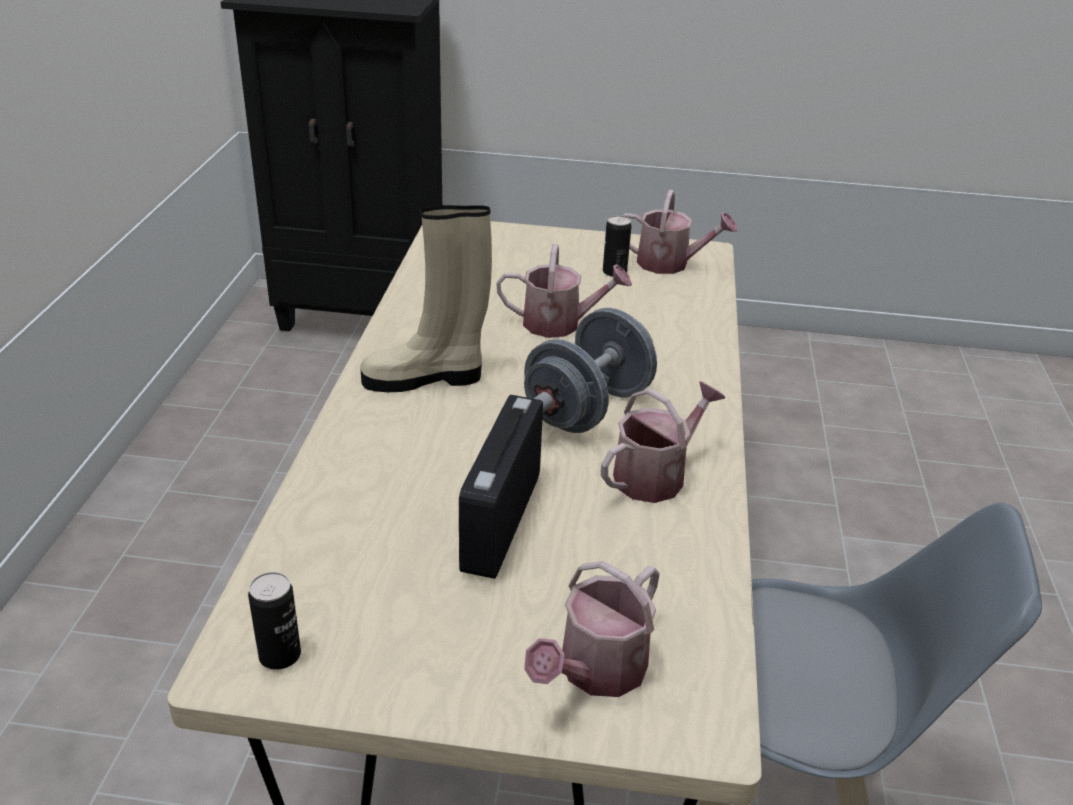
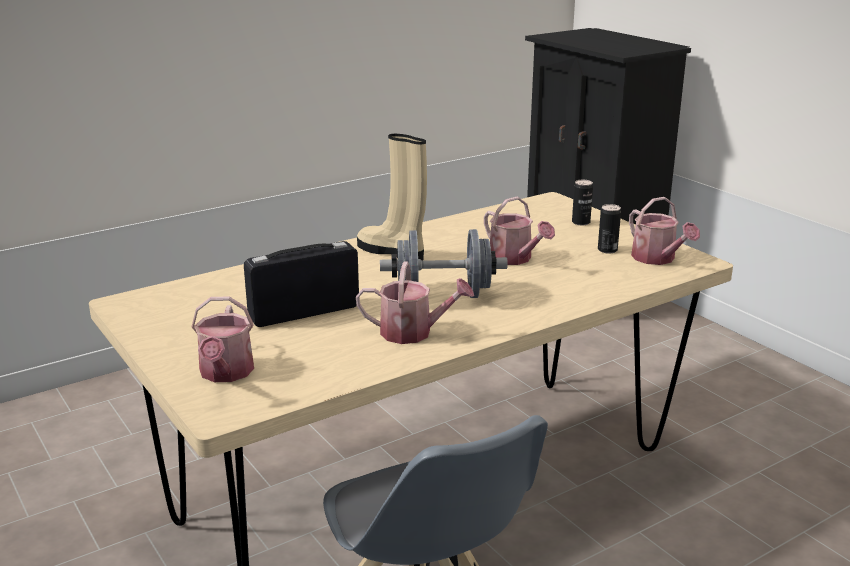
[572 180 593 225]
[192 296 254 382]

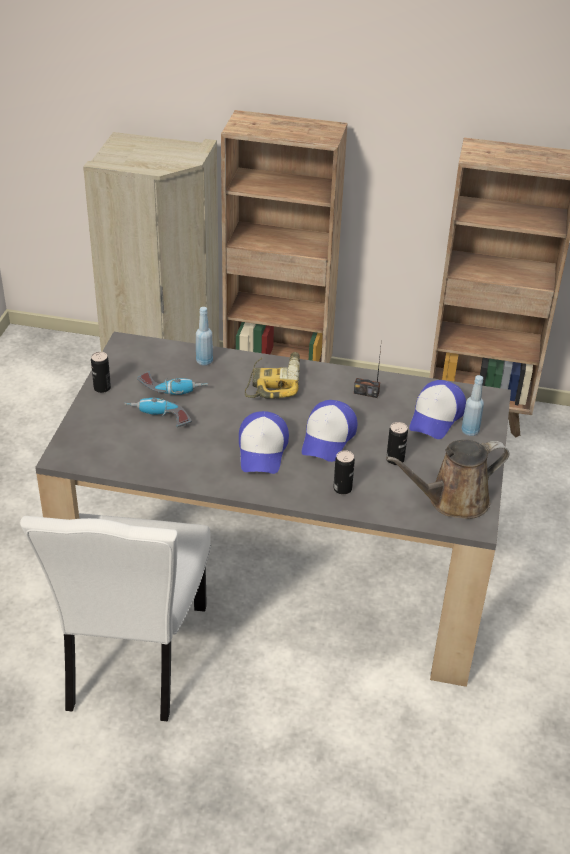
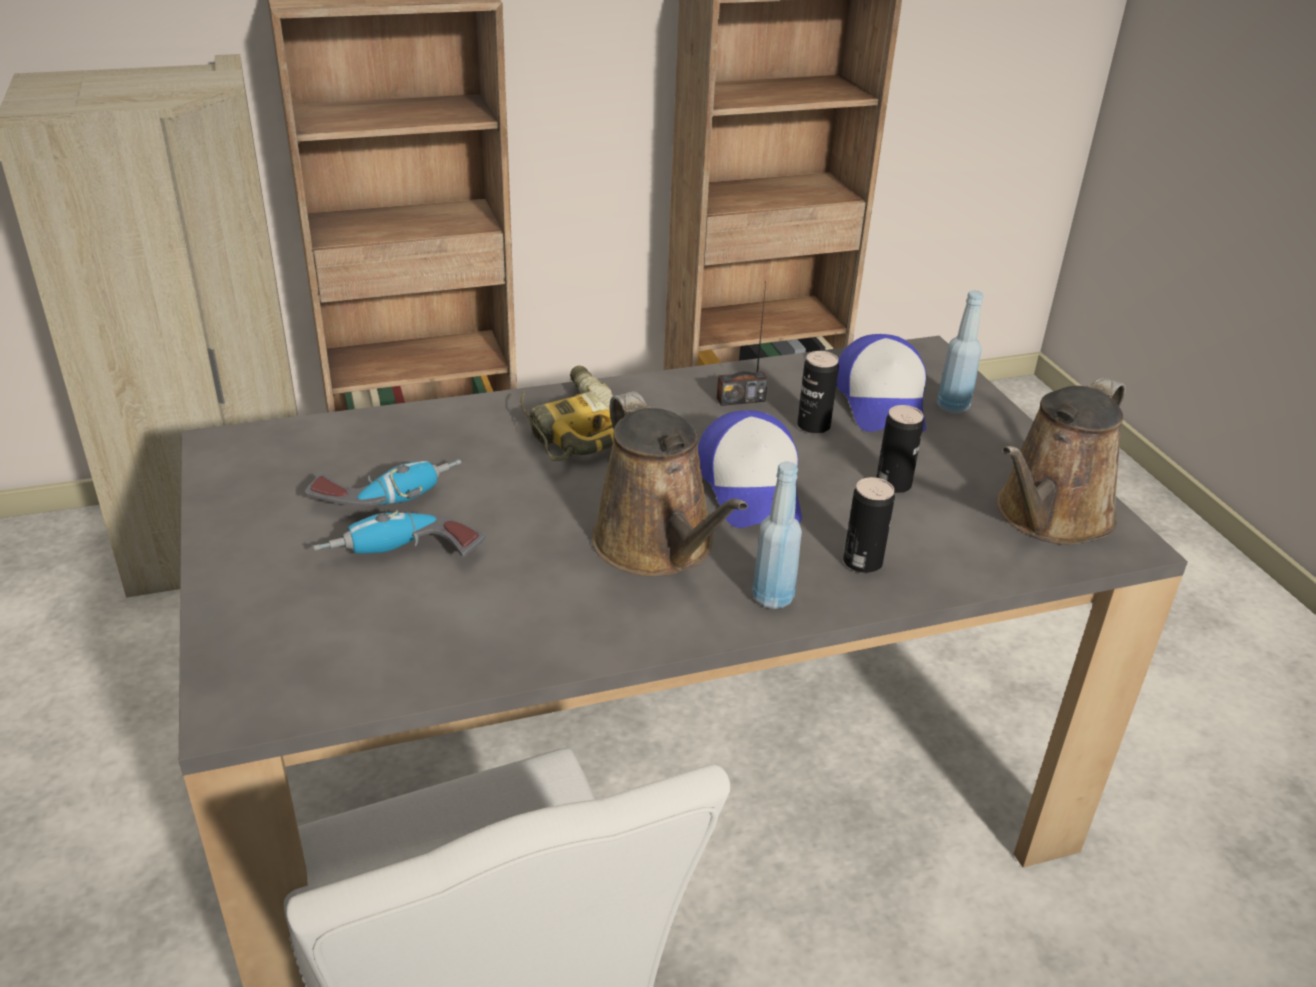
[797 351 839 434]
[752 462 802 609]
[592 391 748 576]

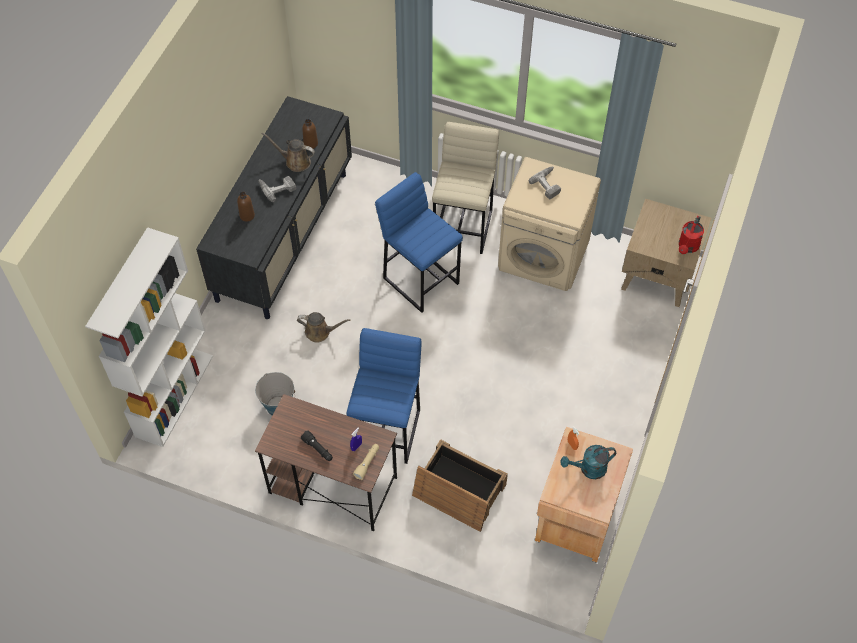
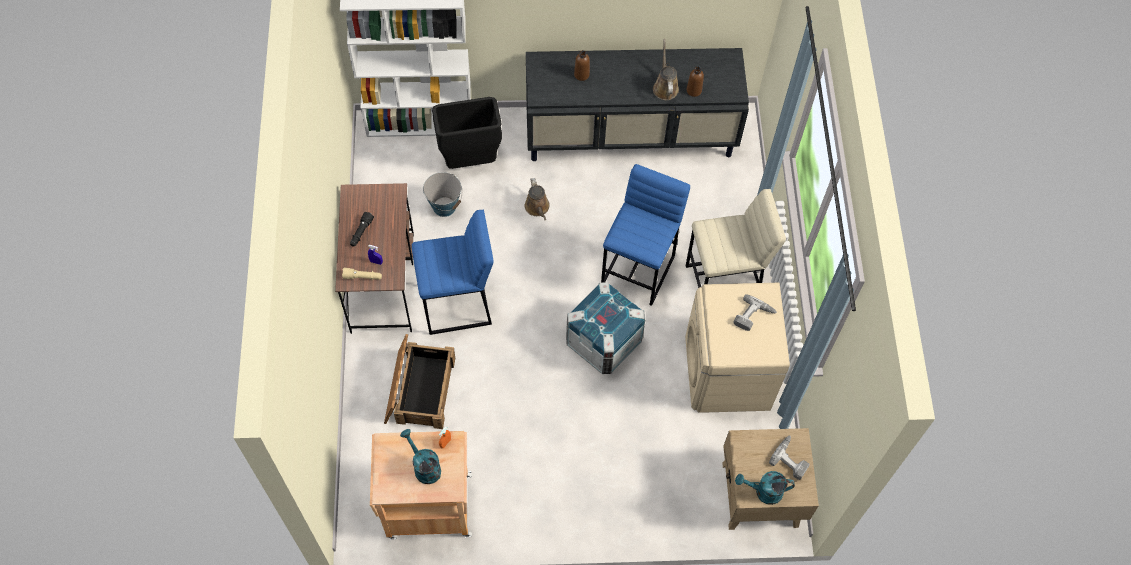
[432 97 502 169]
[566 282 645 374]
[769 436 810 480]
[735 471 795 505]

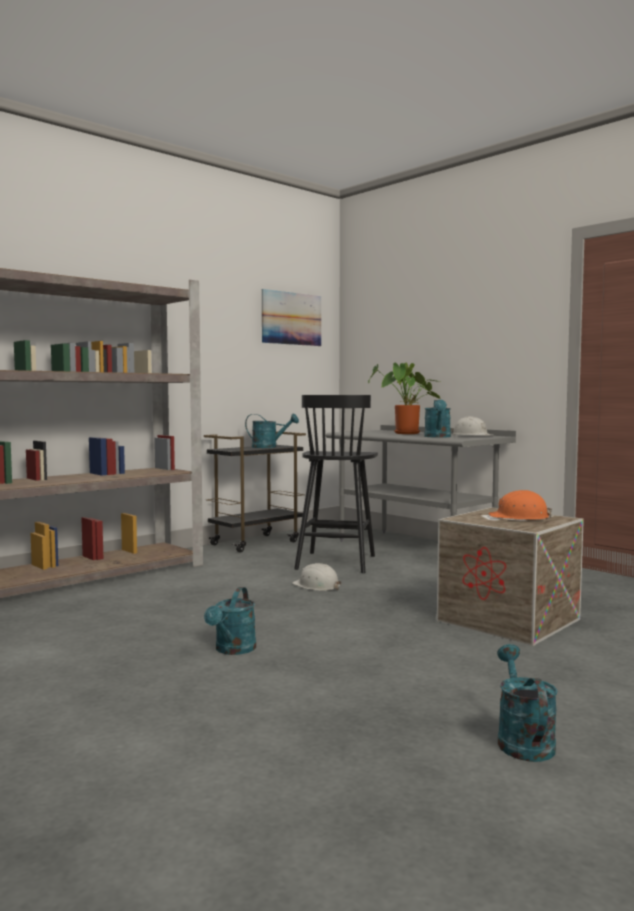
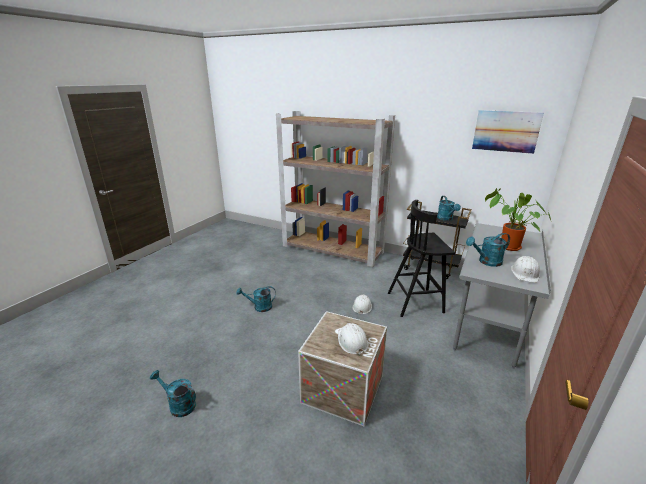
[338 323 369 356]
[150 370 196 417]

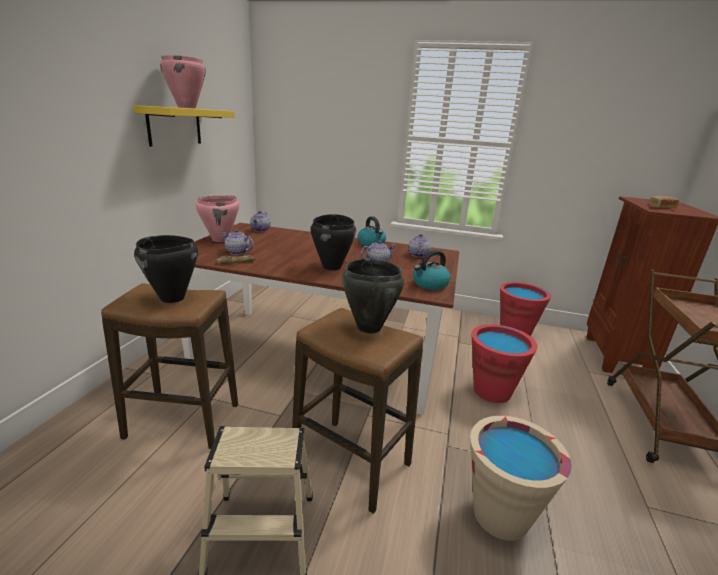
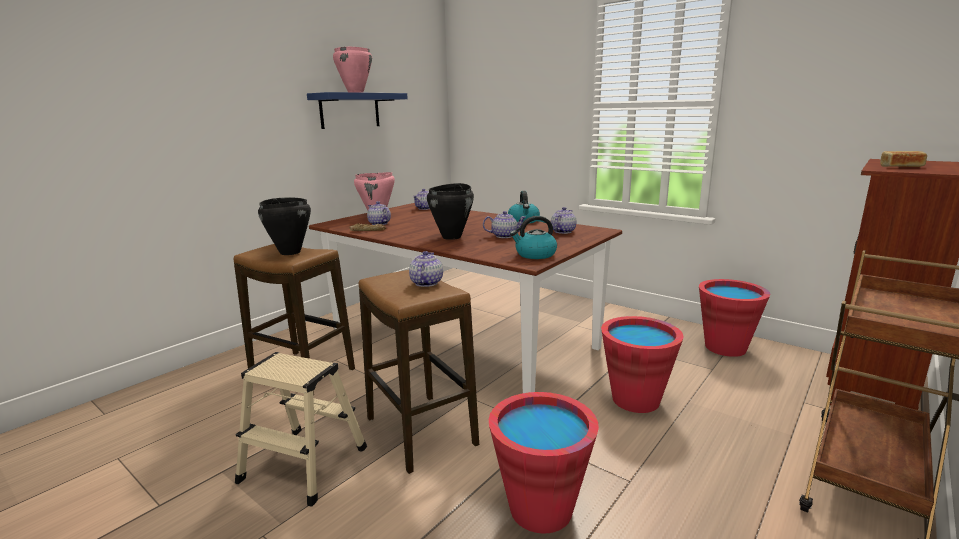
[409 251 443 287]
[307 92 408 129]
[489 392 599 534]

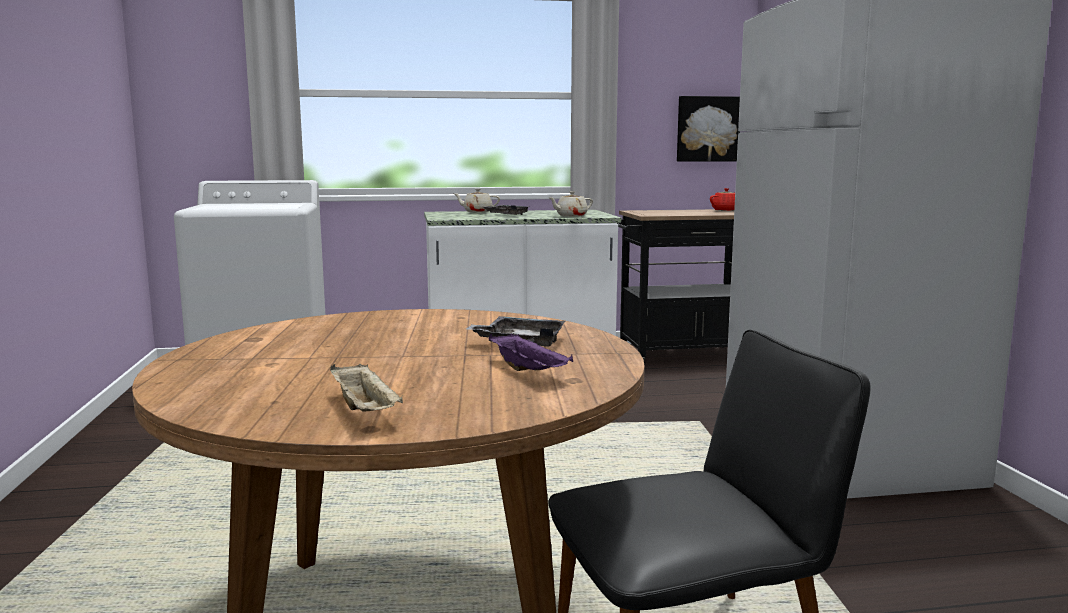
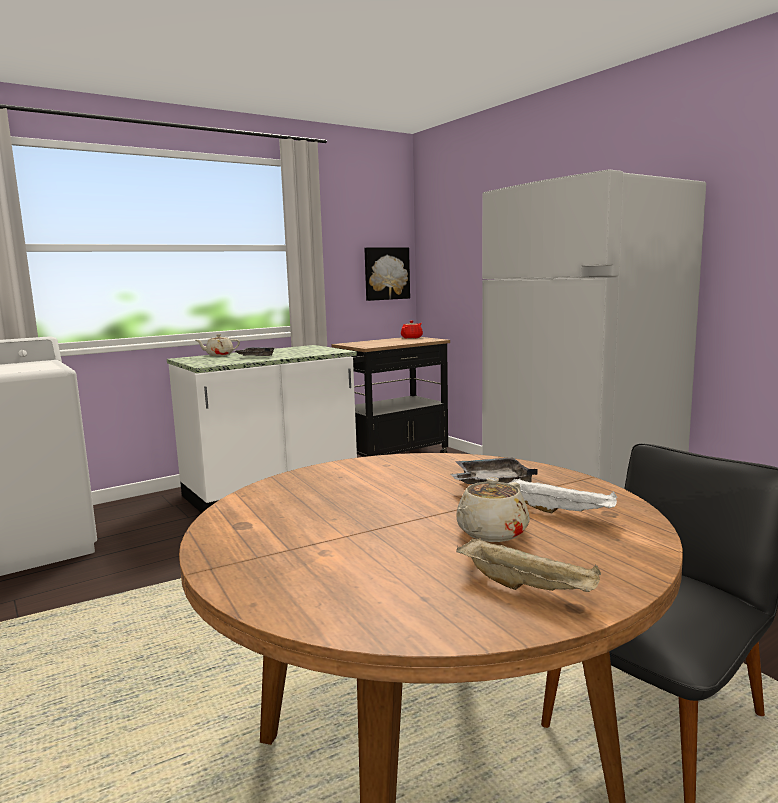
[456 477 530 542]
[508 478 617 513]

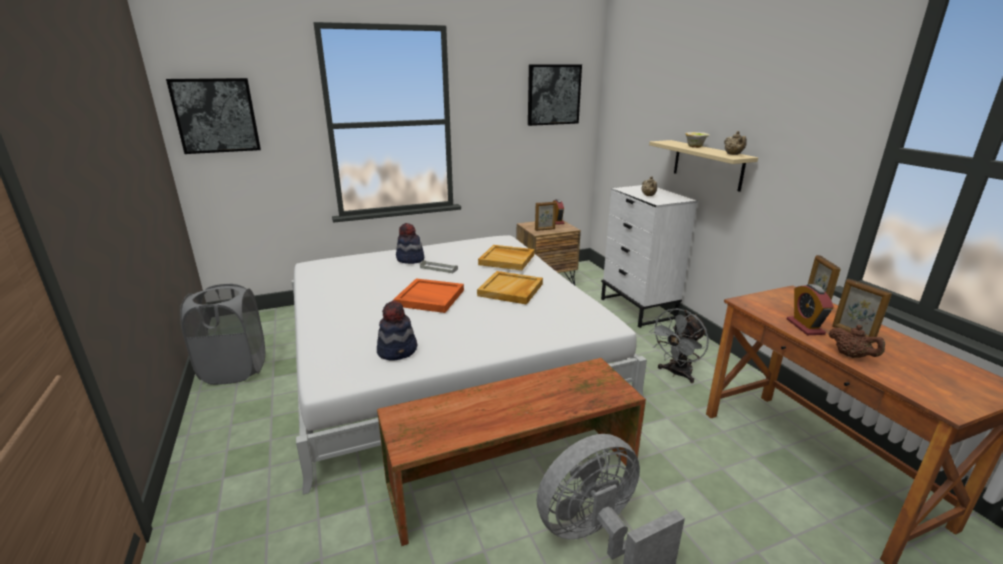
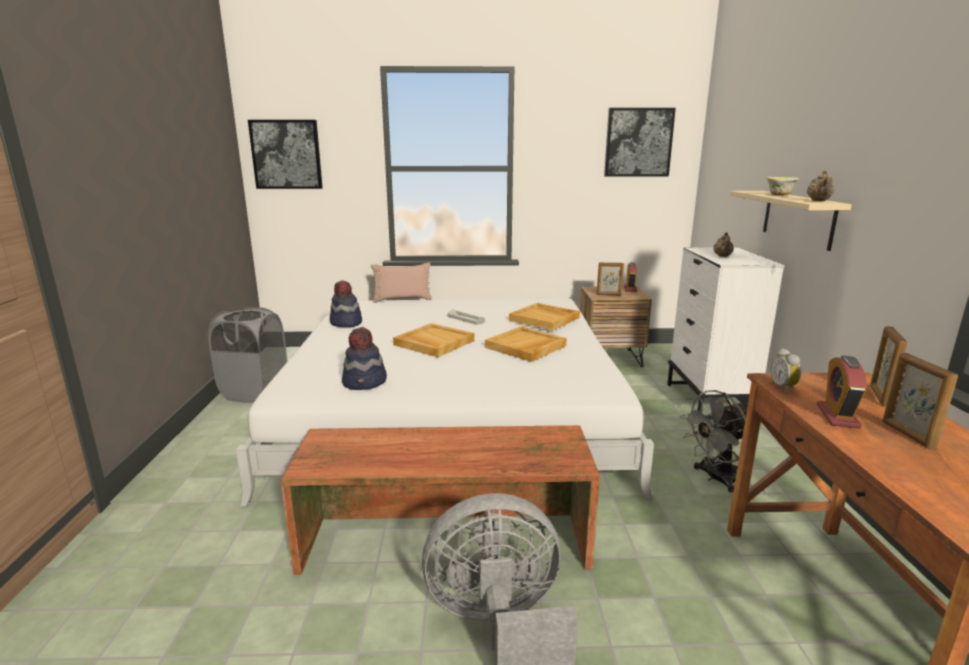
[829 325 885 358] (first image)
[371 263 432 303]
[771 348 801 393]
[330 280 362 327]
[393 323 475 357]

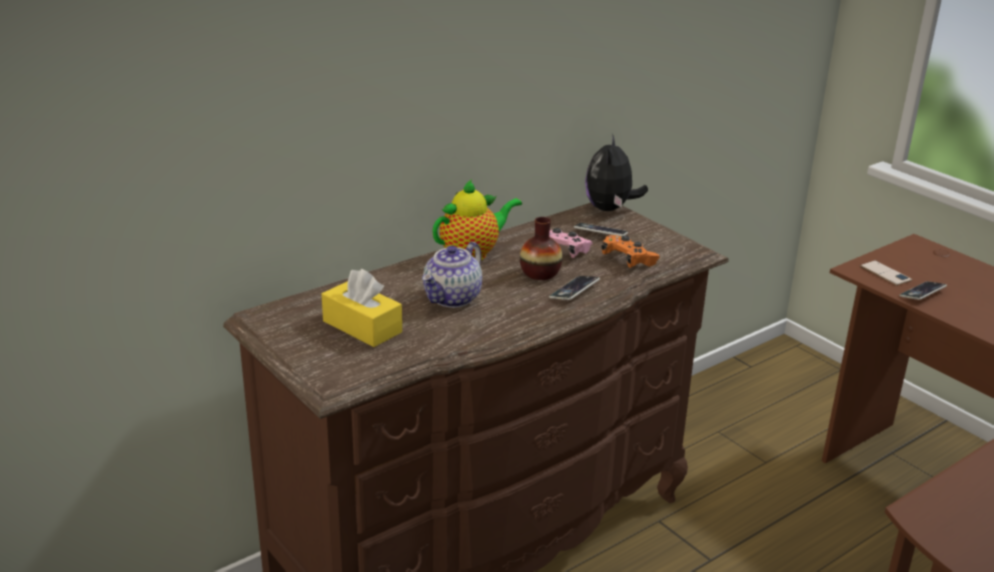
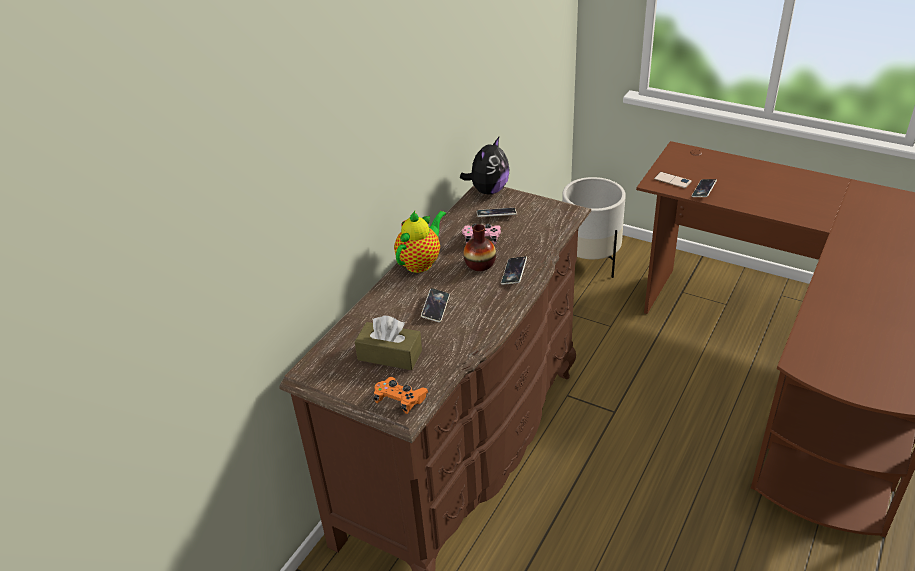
[562 177 626 278]
[374 377 428 414]
[421 288 450 322]
[355 316 422 370]
[460 137 509 195]

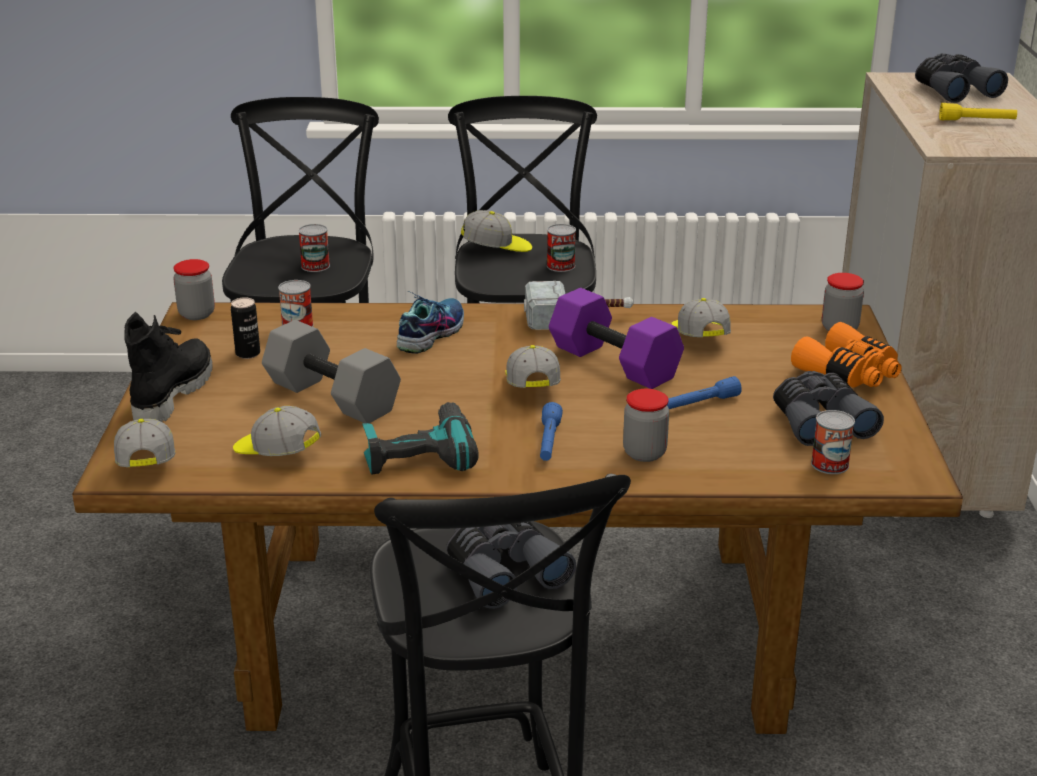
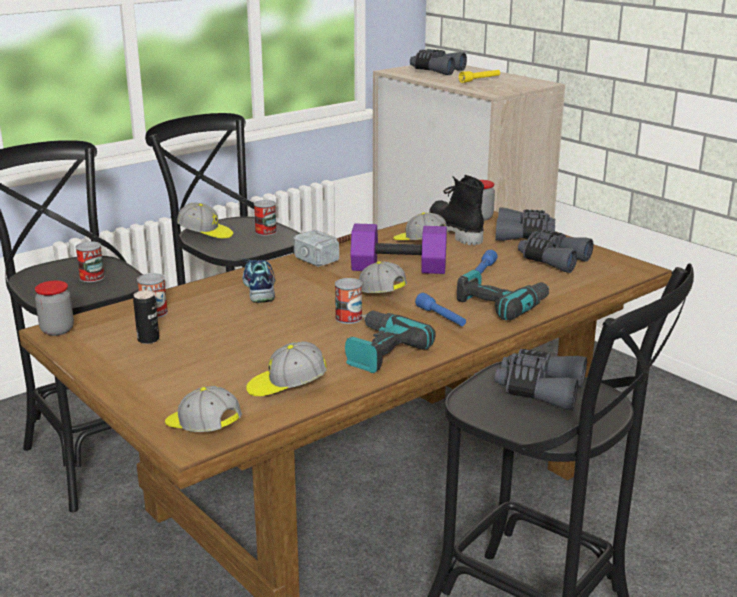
[262 320 401 423] (first image)
[429 175 484 245]
[335 278 362 324]
[457 269 549 321]
[496 207 555 241]
[177 202 233 238]

